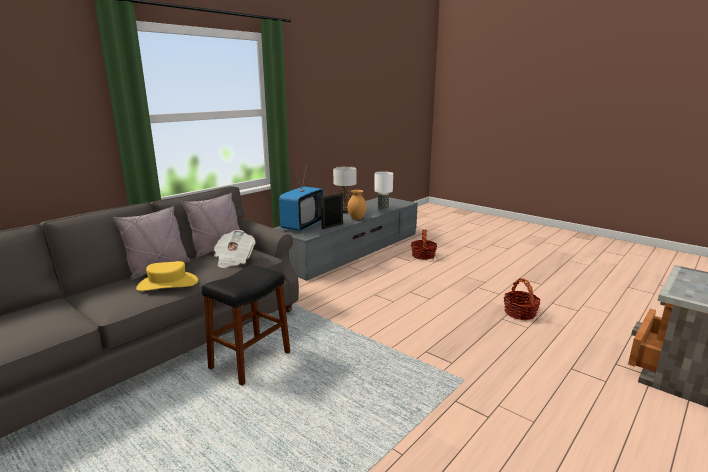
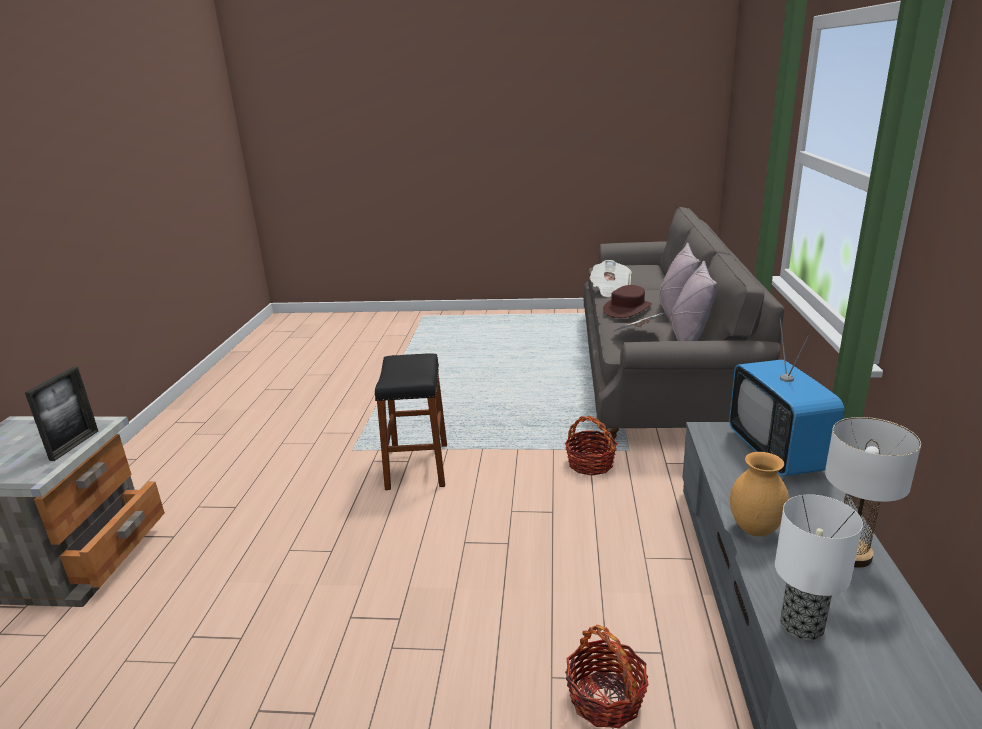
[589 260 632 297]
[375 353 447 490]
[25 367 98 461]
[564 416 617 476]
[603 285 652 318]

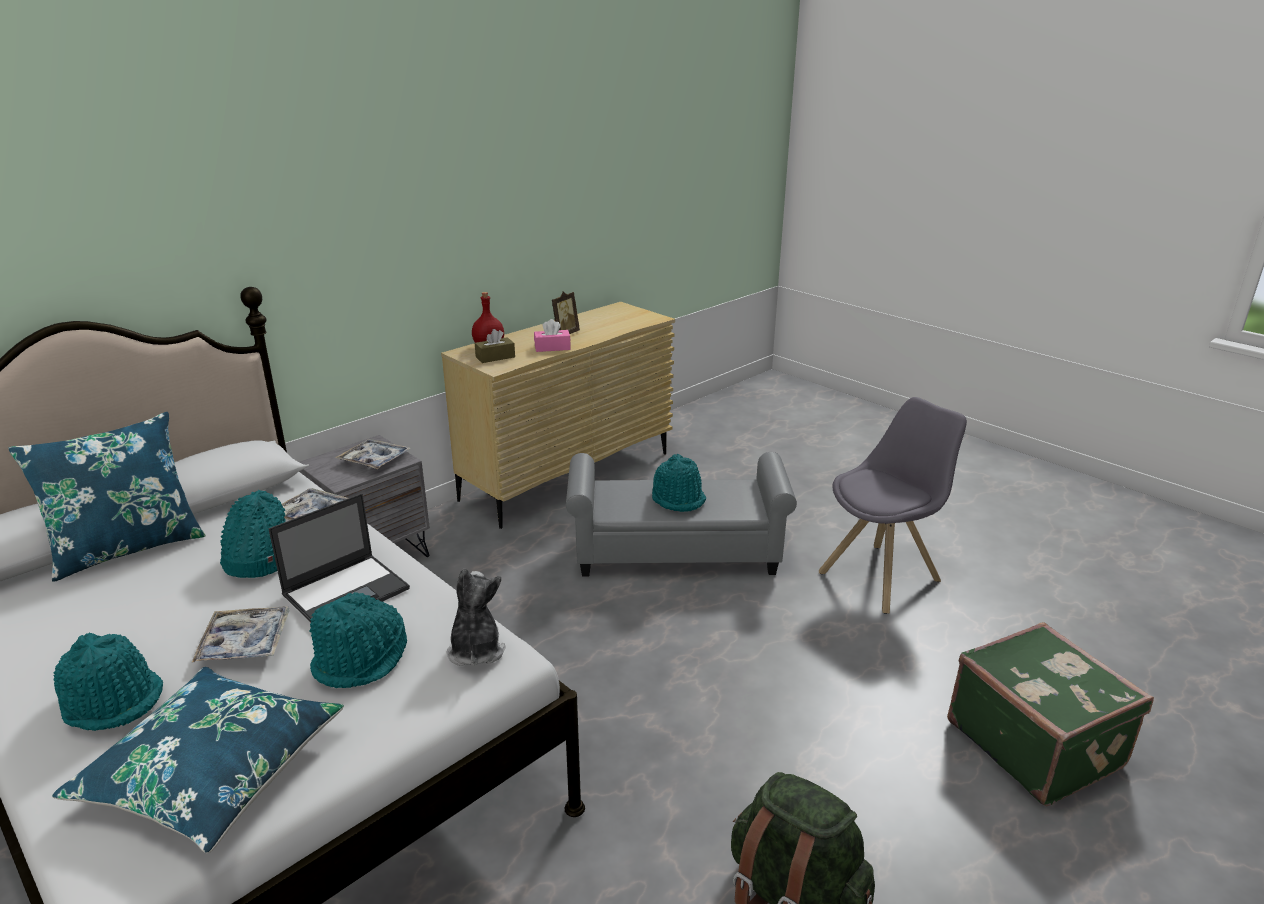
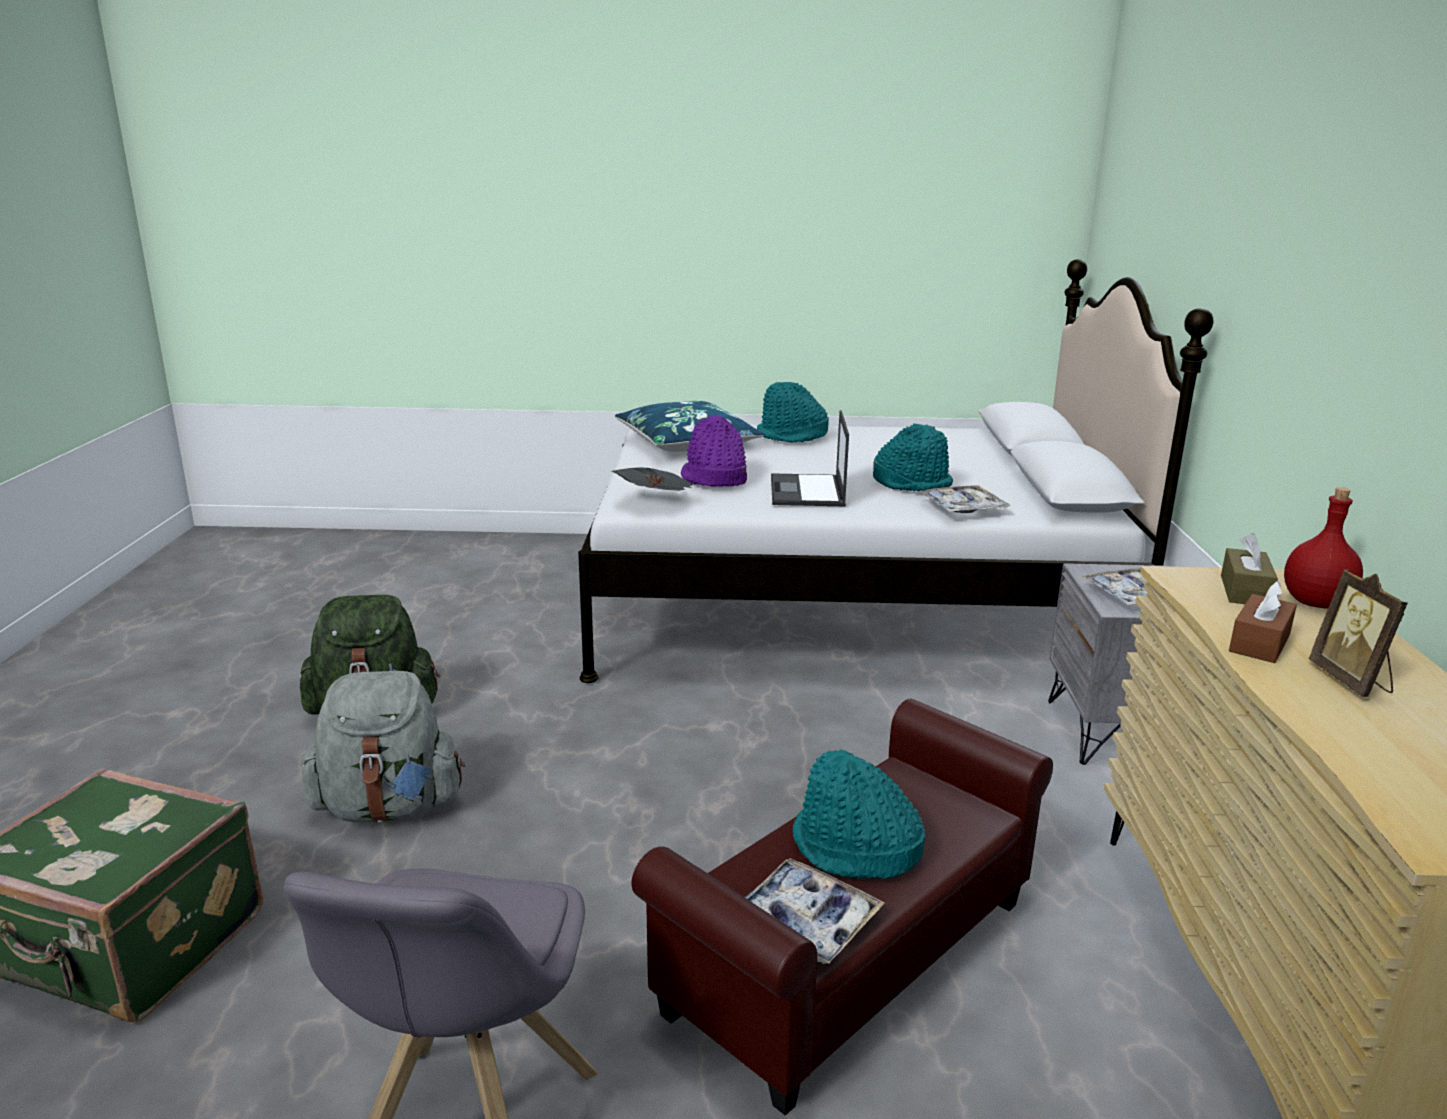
[8 412 206 582] (first image)
[302 671 465 823]
[745 858 885 964]
[611 468 693 491]
[681 414 747 487]
[1229 581 1297 663]
[632 699 1053 1116]

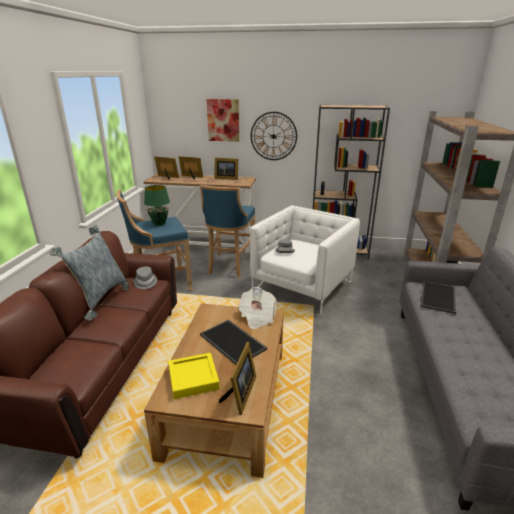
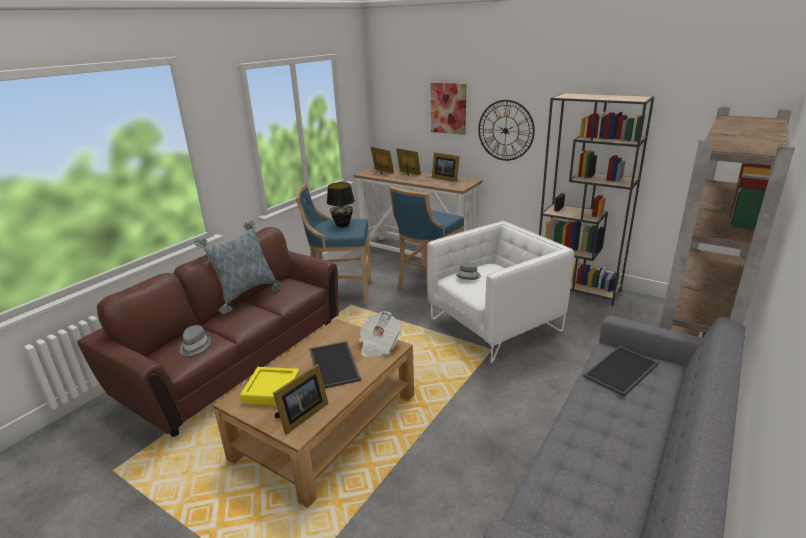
[180 325 211 356]
[327 182 355 227]

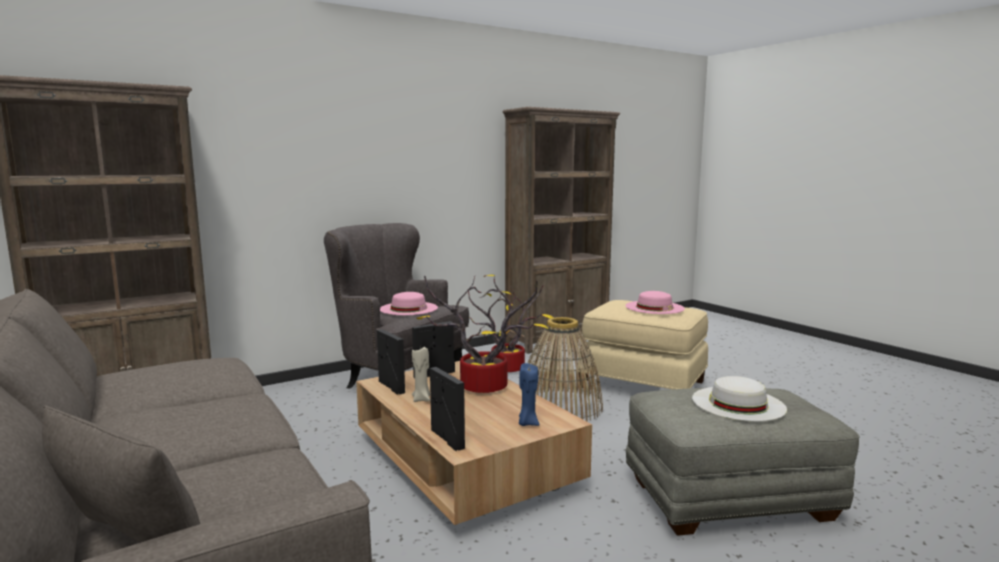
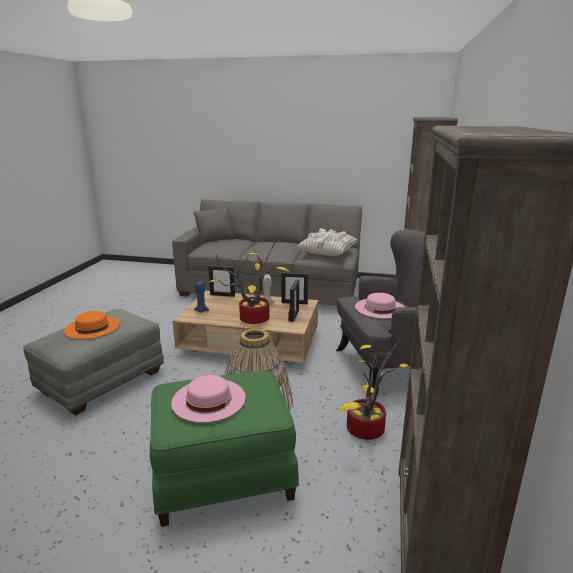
[298 228 357 256]
[150 370 299 527]
[64 311 120 339]

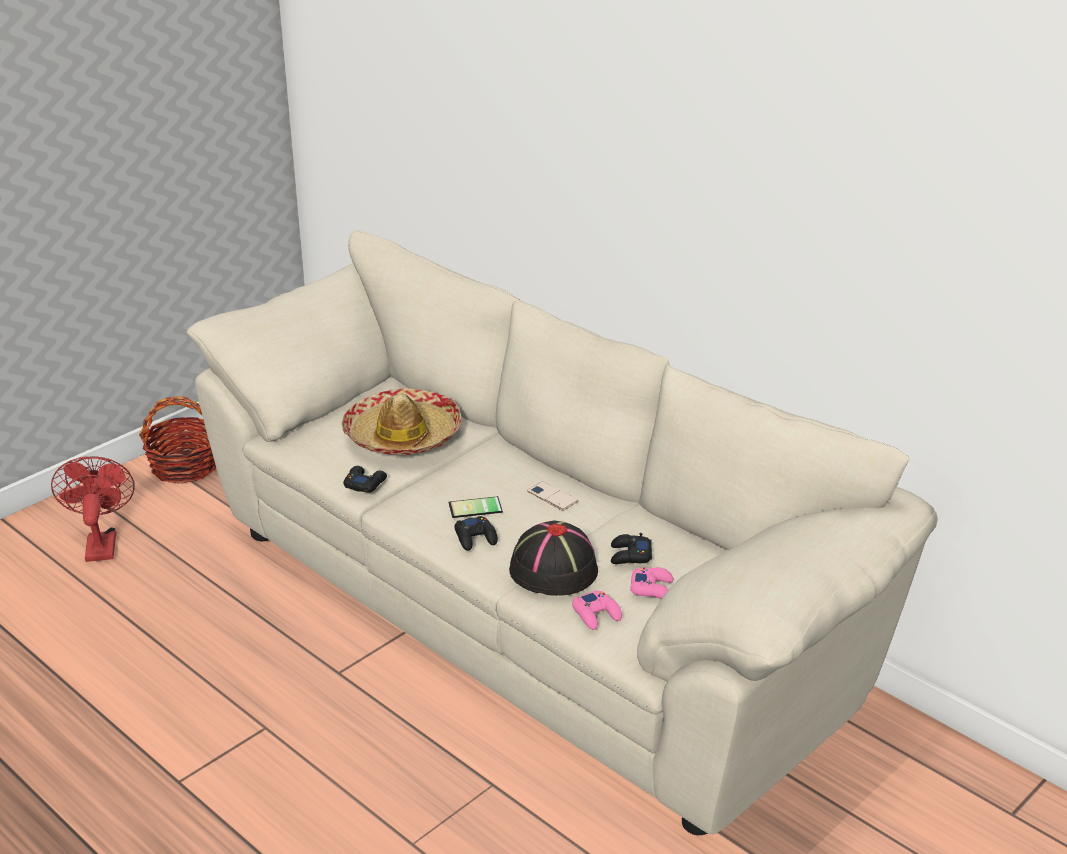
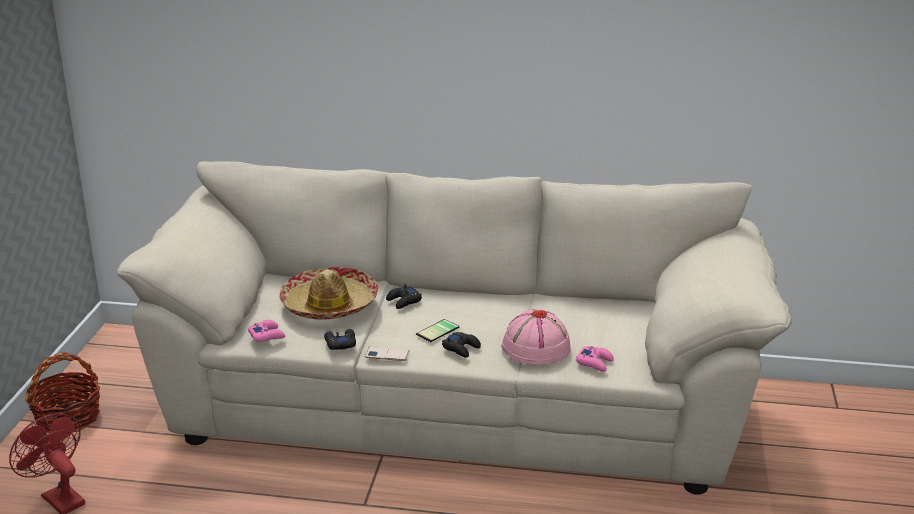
[365 347 409 361]
[386 284 422 309]
[248 320 285 342]
[501 309 571 365]

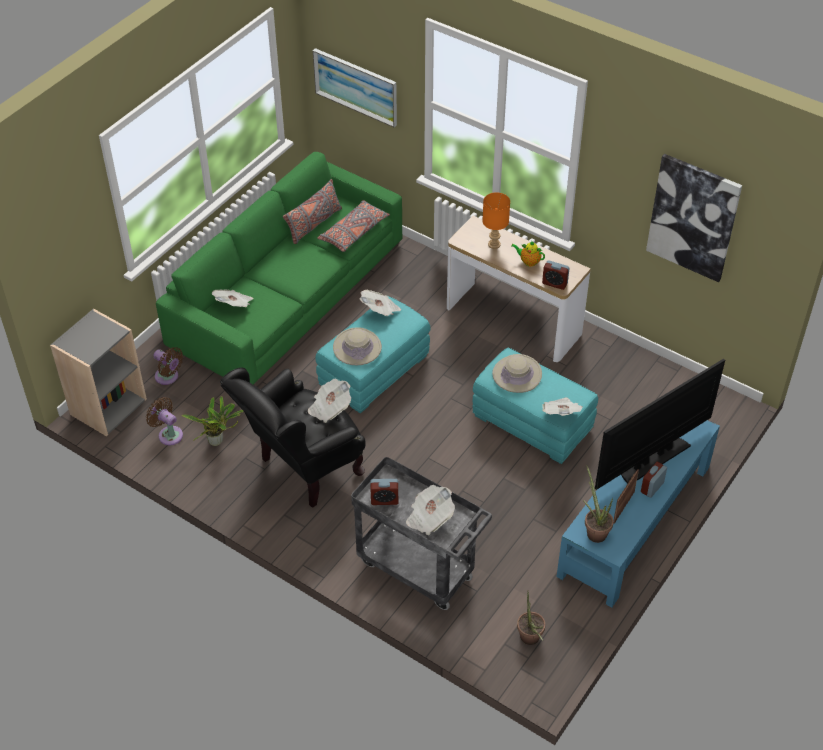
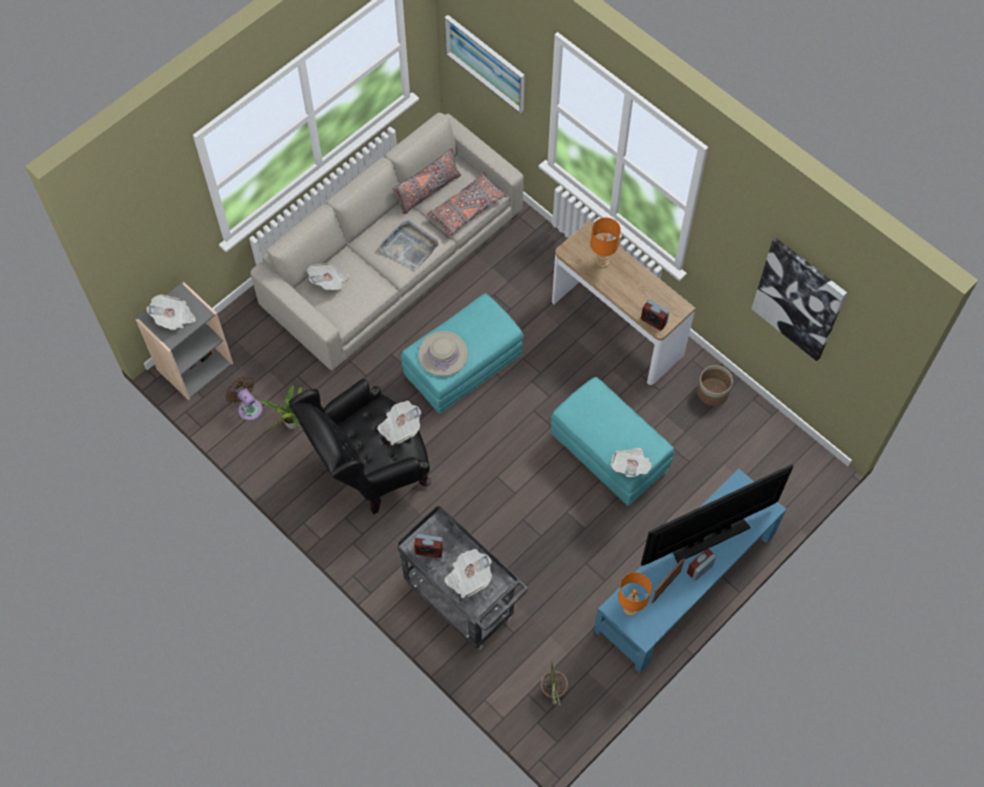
[153 347 183 385] (first image)
[492 354 542 393] (first image)
[511 241 545 266] (first image)
[378 220 439 270]
[697 365 733 406]
[146 294 196 330]
[618 572 652 616]
[250 113 524 371]

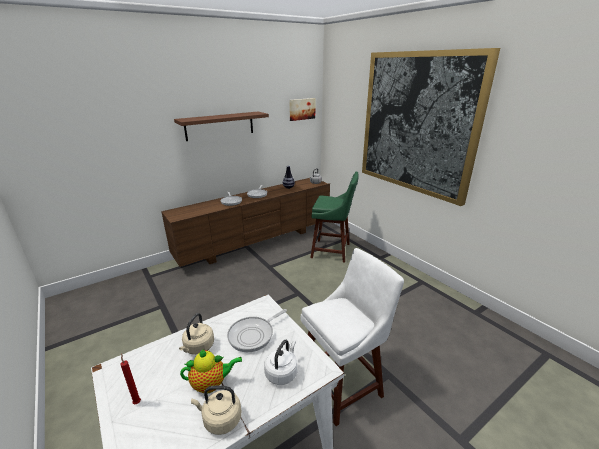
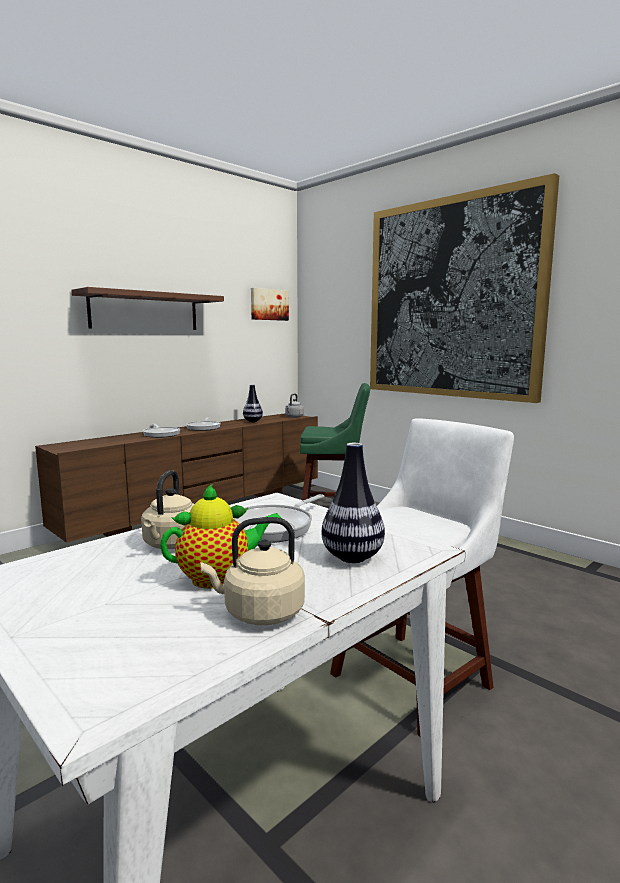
[120 353 141 404] (first image)
[321 443 385 563]

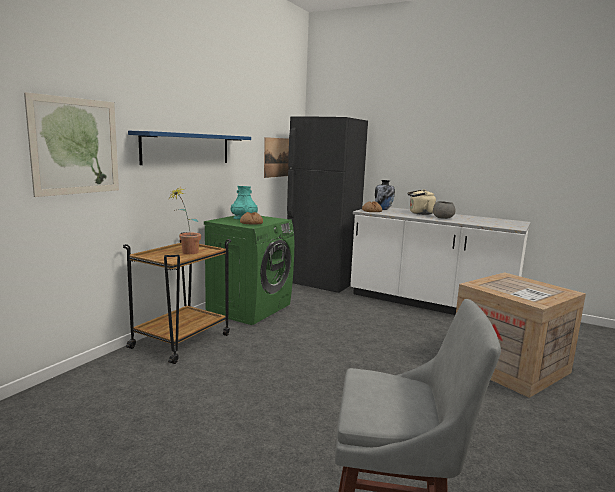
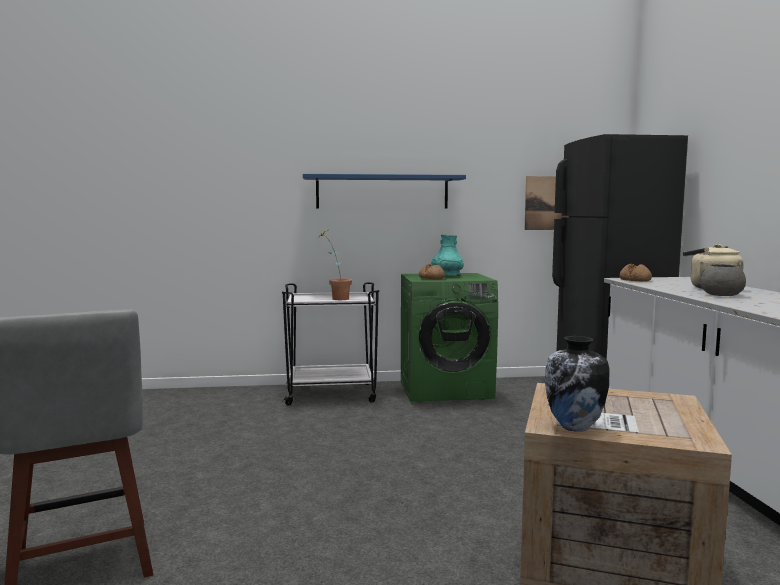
[24 92 119 197] (first image)
[545 336 610 432]
[282 282 380 406]

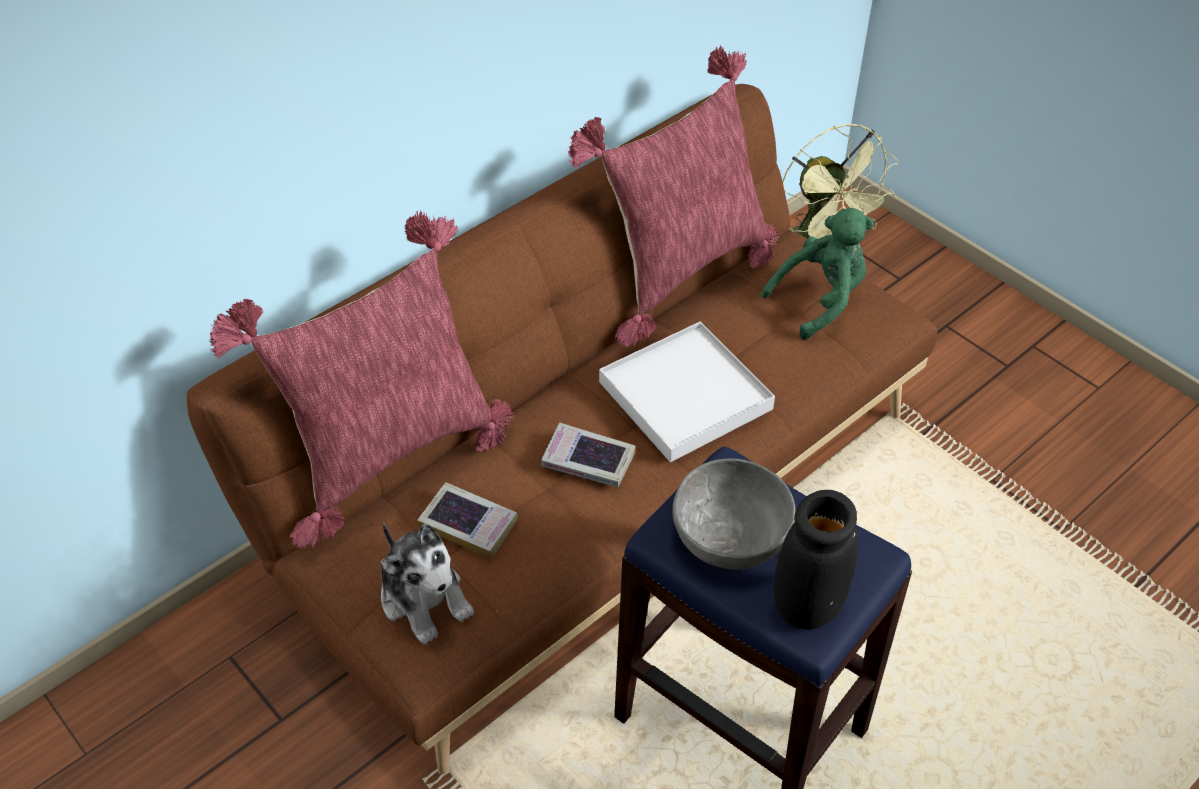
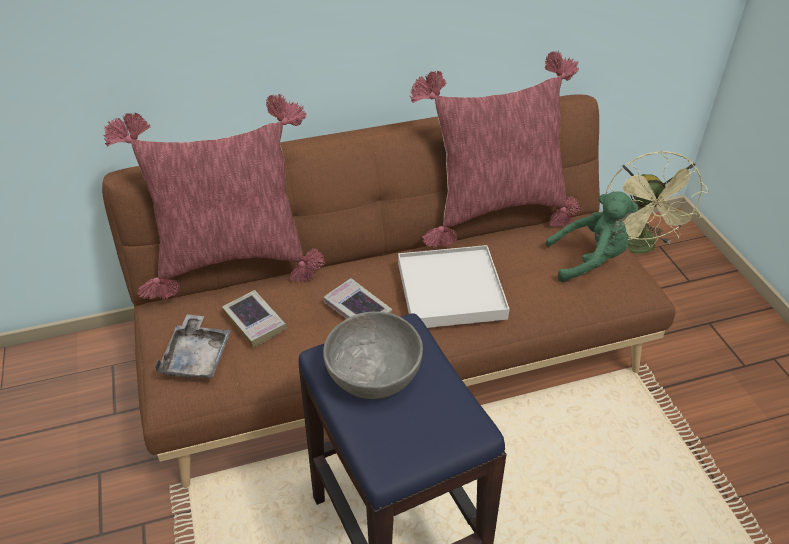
[774 490 858 630] (first image)
[155 314 231 379]

